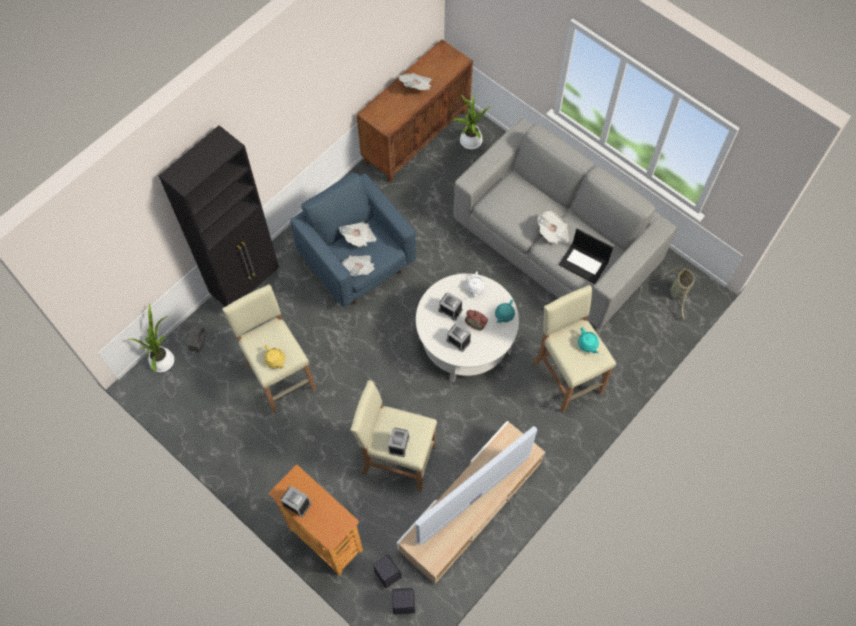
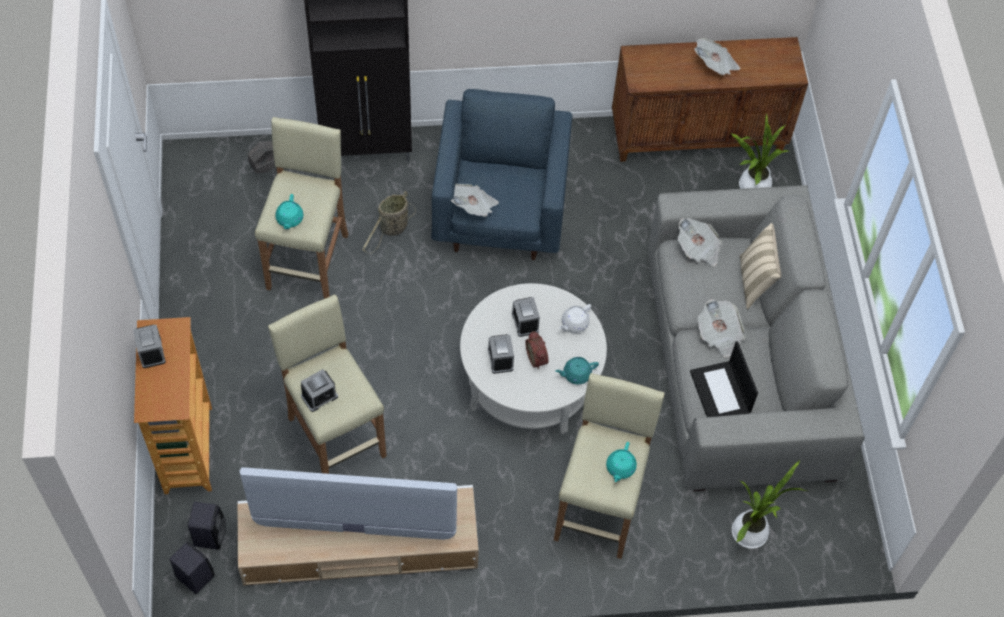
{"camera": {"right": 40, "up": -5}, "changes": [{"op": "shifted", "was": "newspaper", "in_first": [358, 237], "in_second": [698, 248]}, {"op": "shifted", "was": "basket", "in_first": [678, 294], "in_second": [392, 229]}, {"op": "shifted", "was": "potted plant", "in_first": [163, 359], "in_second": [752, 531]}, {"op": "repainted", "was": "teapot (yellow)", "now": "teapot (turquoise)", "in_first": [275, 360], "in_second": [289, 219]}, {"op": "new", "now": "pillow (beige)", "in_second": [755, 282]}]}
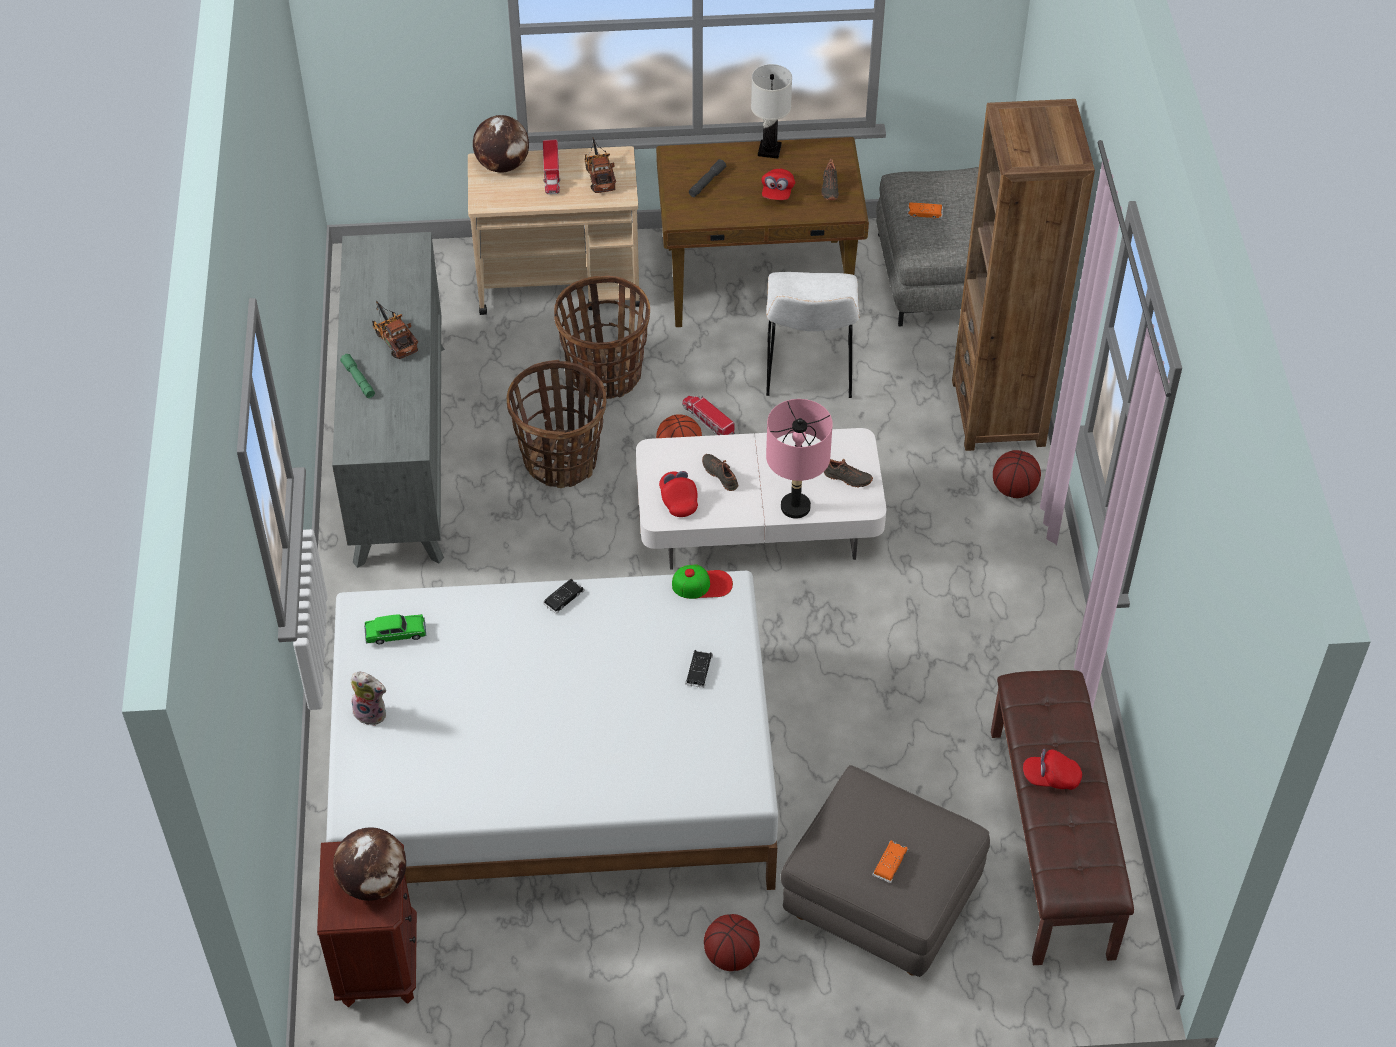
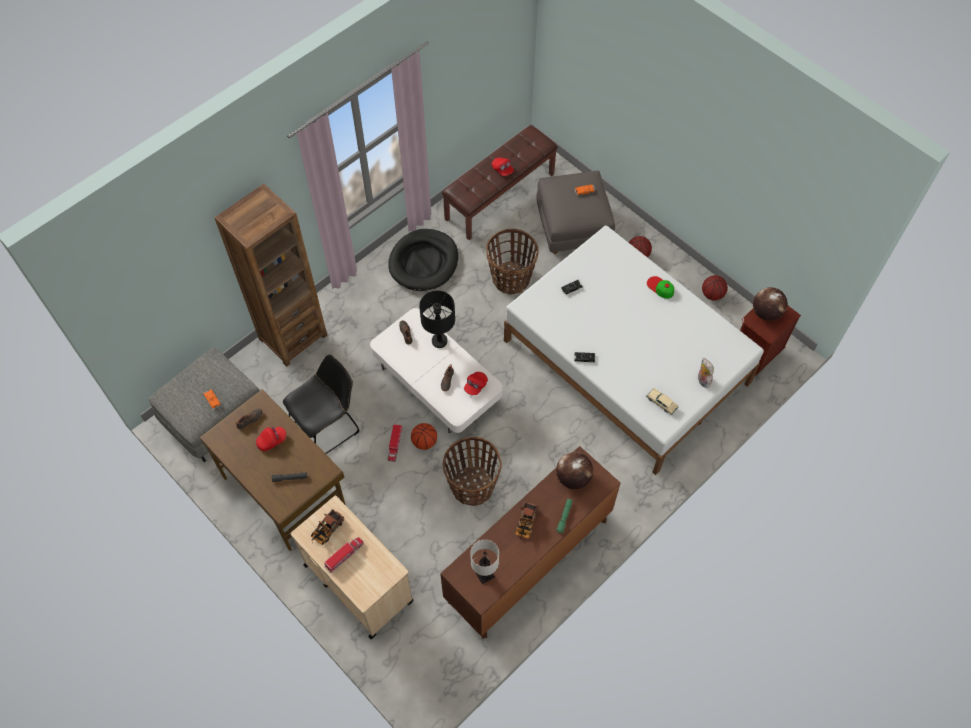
{"camera": {"right": -130, "up": 10}, "changes": [{"op": "shifted", "was": "table lamp (white)", "in_first": [769, 150], "in_second": [484, 574]}, {"op": "shifted", "was": "globe", "in_first": [503, 165], "in_second": [573, 478]}, {"op": "repainted", "was": "dresser (grey)", "now": "dresser (brown)", "in_first": [399, 451], "in_second": [528, 561]}, {"op": "repainted", "was": "chair (white)", "now": "chair (black)", "in_first": [809, 371], "in_second": [328, 426]}, {"op": "shifted", "was": "basket", "in_first": [605, 375], "in_second": [511, 279]}, {"op": "repainted", "was": "table lamp (pink)", "now": "table lamp (black)", "in_first": [795, 506], "in_second": [439, 341]}, {"op": "shifted", "was": "basketball", "in_first": [1013, 489], "in_second": [712, 294]}, {"op": "shifted", "was": "cap", "in_first": [702, 584], "in_second": [660, 287]}, {"op": "repainted", "was": "toy car (green)", "now": "toy car (beige)", "in_first": [396, 634], "in_second": [661, 403]}, {"op": "new", "now": "dog bed (black)", "in_second": [424, 262]}]}
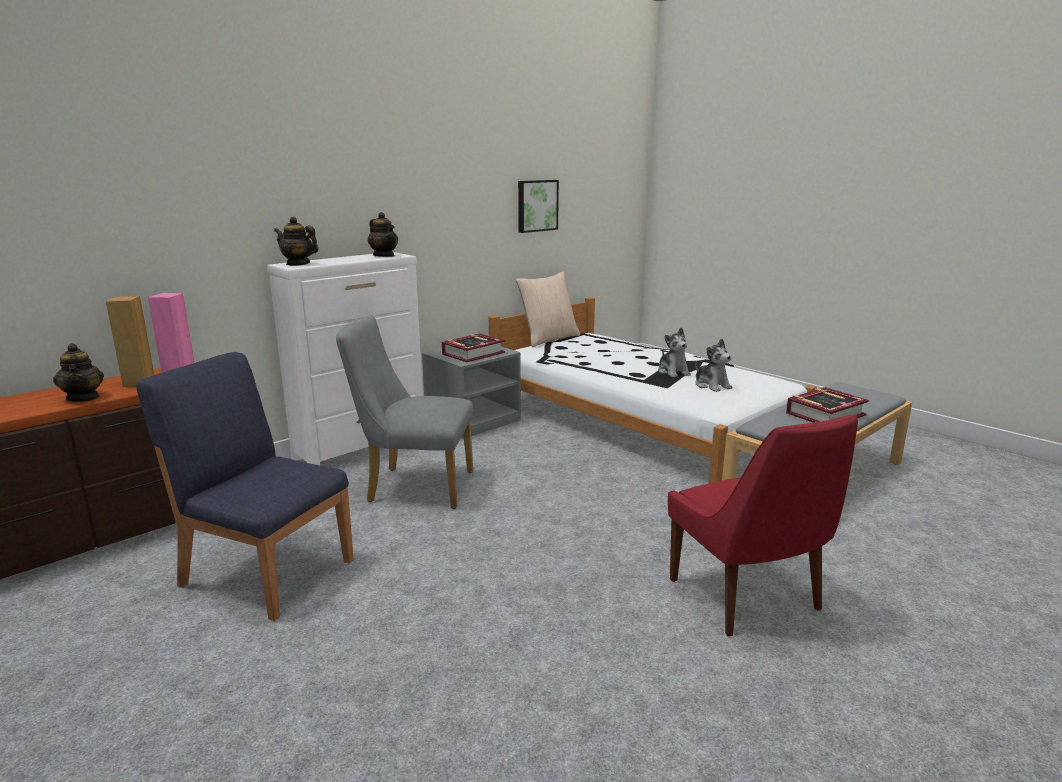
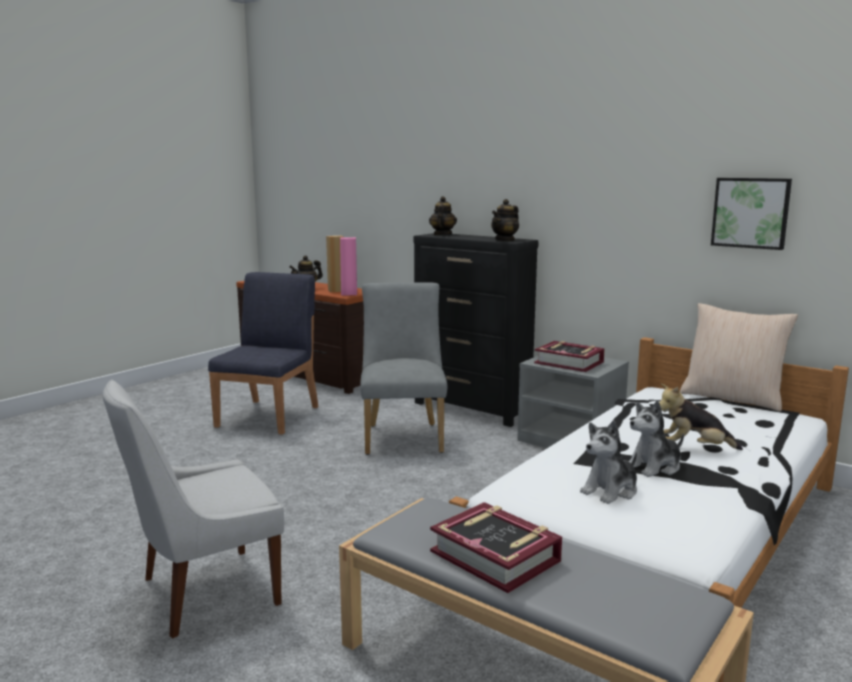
{"camera": {"right": 80, "up": -5}, "changes": [{"op": "repainted", "was": "dresser (white)", "now": "dresser (black)", "in_first": [362, 448], "in_second": [472, 409]}, {"op": "repainted", "was": "chair (red)", "now": "chair (white)", "in_first": [747, 597], "in_second": [204, 593]}, {"op": "new", "now": "plush toy", "in_second": [694, 448]}]}
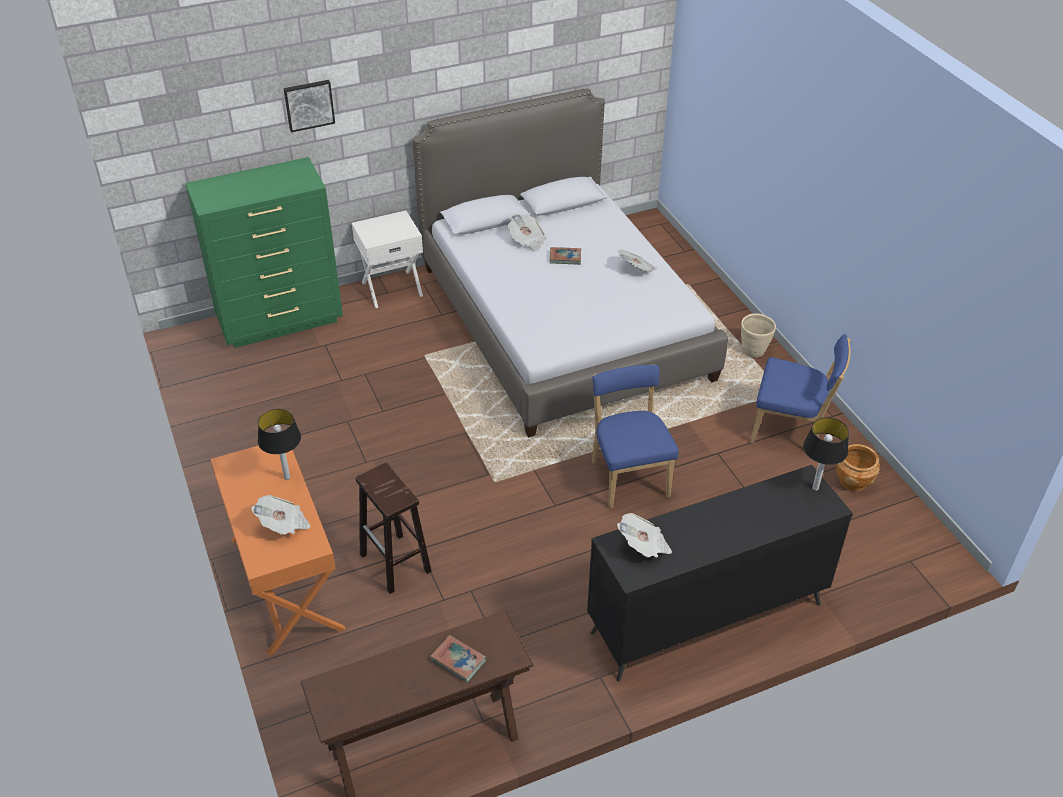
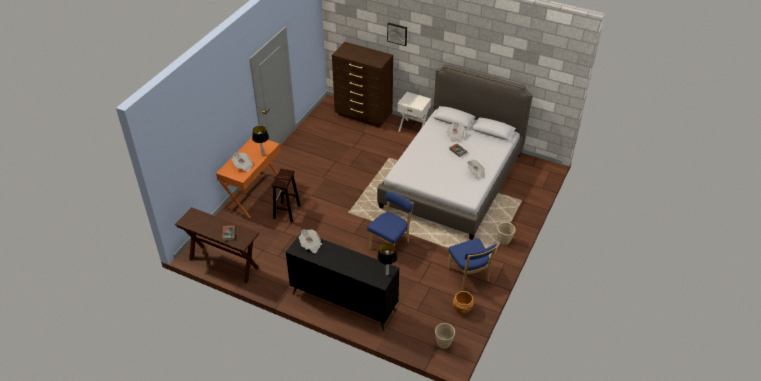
{"camera": {"right": 50, "up": 0}, "changes": [{"op": "repainted", "was": "dresser (green)", "now": "dresser (brown)", "in_first": [281, 321], "in_second": [363, 115]}, {"op": "new", "now": "planter (beige)", "in_second": [443, 344]}]}
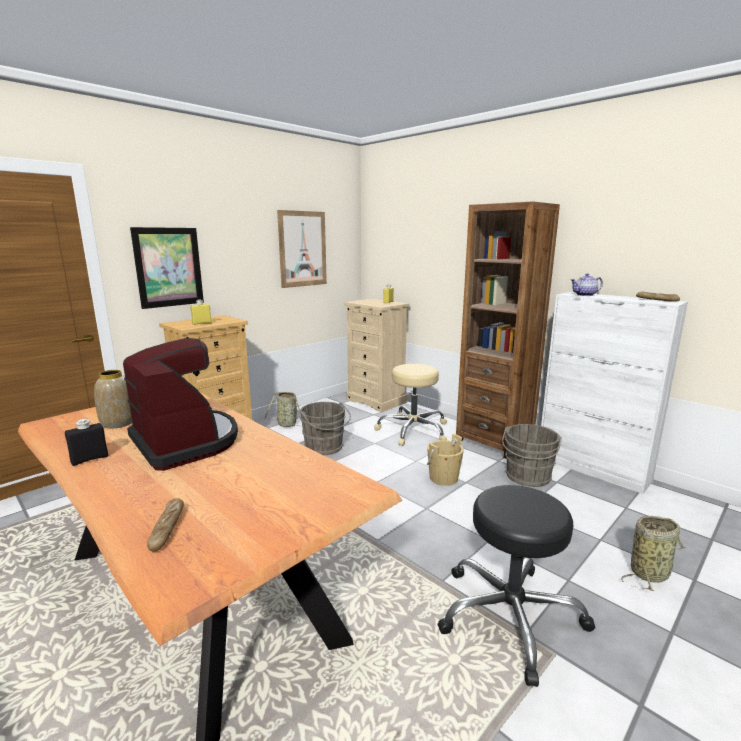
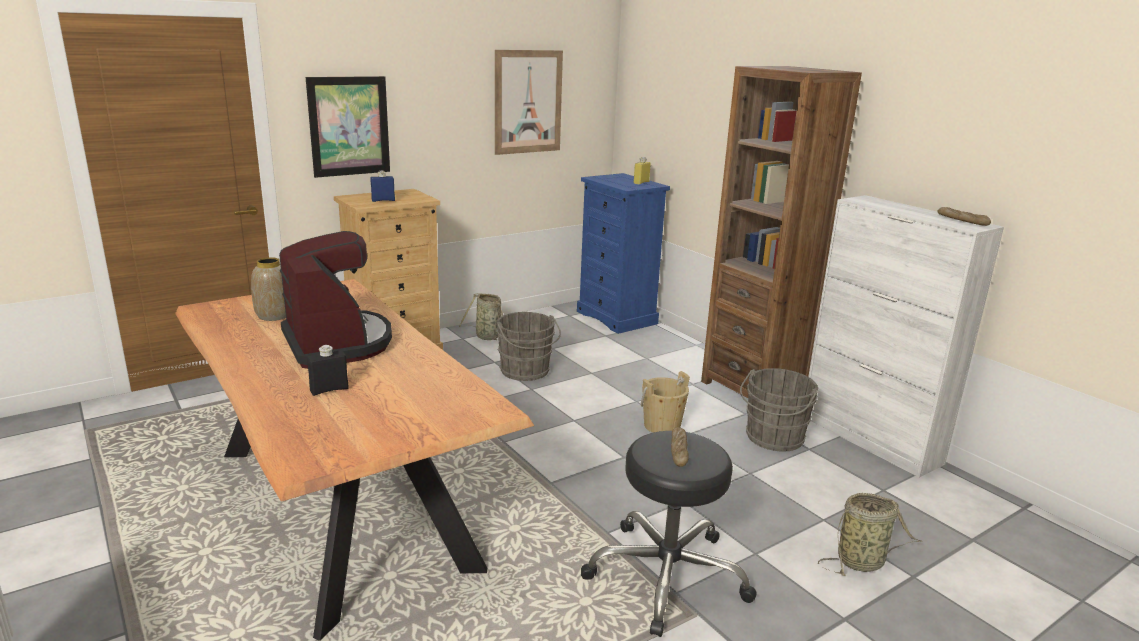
{"camera": {"right": 10, "up": 5}, "changes": [{"op": "gone", "was": "teapot", "in_first": [584, 295]}, {"op": "repainted", "was": "dresser (beige)", "now": "dresser (blue)", "in_first": [376, 401], "in_second": [617, 317]}, {"op": "repainted", "was": "bottle (yellow)", "now": "bottle (blue)", "in_first": [202, 323], "in_second": [383, 200]}, {"op": "gone", "was": "stool (beige)", "in_first": [413, 430]}, {"op": "shifted", "was": "bottle (black)", "in_first": [89, 459], "in_second": [329, 390]}, {"op": "shifted", "was": "bread", "in_first": [167, 528], "in_second": [679, 451]}]}
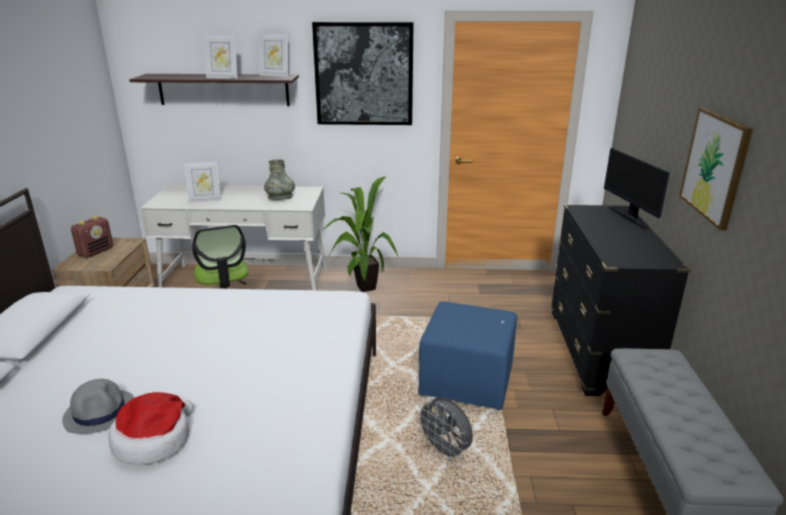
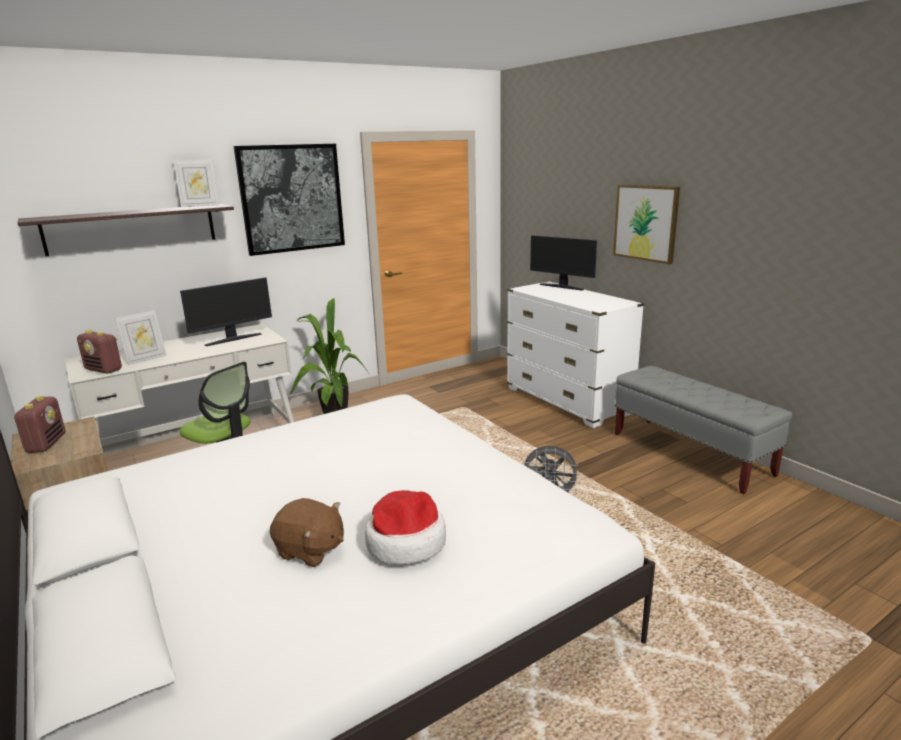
{"camera": {"right": -35, "up": -5}, "changes": [{"op": "gone", "was": "picture frame", "in_first": [223, 78]}, {"op": "swapped", "was": "vase (grey)", "now": "monitor", "in_first": [280, 197], "in_second": [233, 339]}, {"op": "repainted", "was": "dresser (black)", "now": "dresser (white)", "in_first": [598, 351], "in_second": [567, 401]}, {"op": "gone", "was": "ottoman (blue)", "in_first": [468, 382]}, {"op": "swapped", "was": "hat (grey)", "now": "plush toy (brown)", "in_first": [100, 412], "in_second": [310, 550]}, {"op": "new", "now": "radio", "in_second": [104, 370]}]}
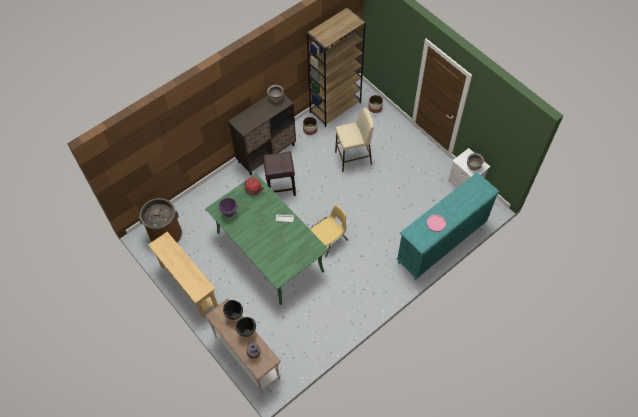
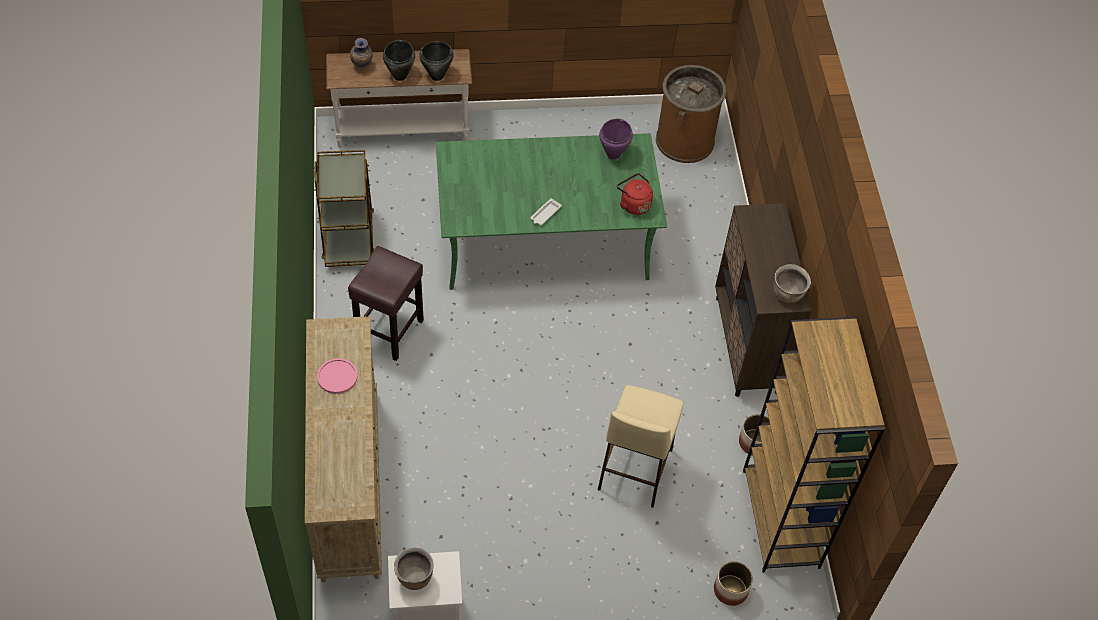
{"camera": {"right": 120, "up": -5}, "changes": [{"op": "shifted", "was": "stool (brown)", "in_first": [280, 188], "in_second": [390, 330]}, {"op": "repainted", "was": "dresser (turquoise)", "now": "dresser (beige)", "in_first": [441, 243], "in_second": [349, 484]}, {"op": "gone", "was": "chair (yellow)", "in_first": [329, 239]}, {"op": "gone", "was": "console table (beige)", "in_first": [189, 286]}, {"op": "new", "now": "cart (brown)", "in_second": [348, 237]}]}
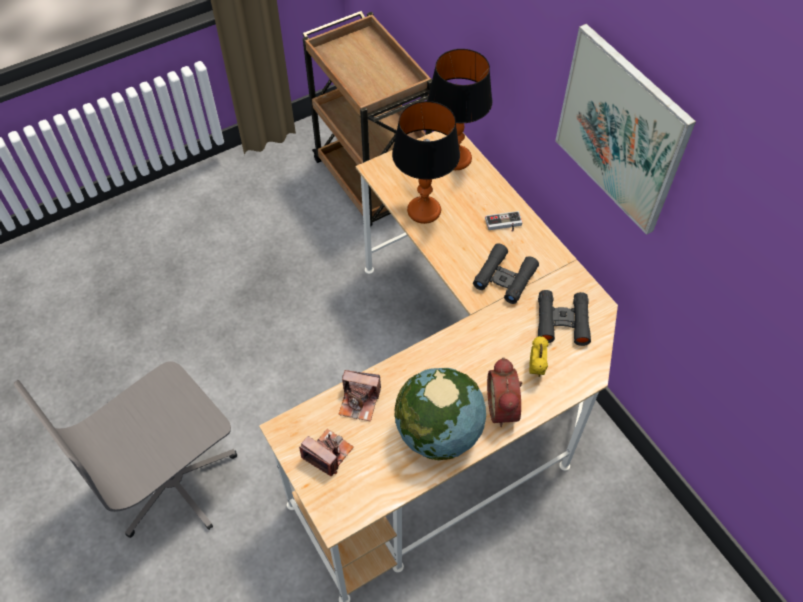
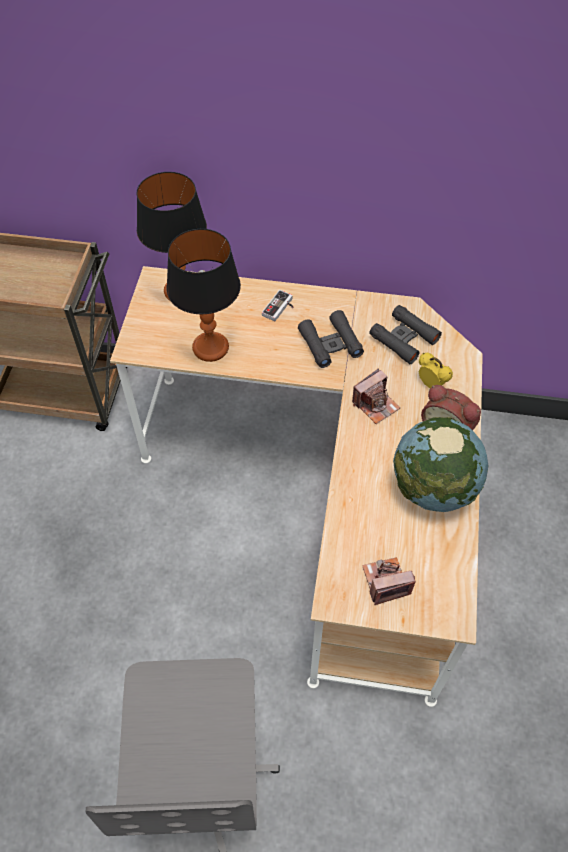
{"camera": {"right": -50, "up": 0}, "changes": [{"op": "gone", "was": "picture", "in_first": [620, 130]}, {"op": "shifted", "was": "photo camera", "in_first": [359, 401], "in_second": [375, 404]}]}
